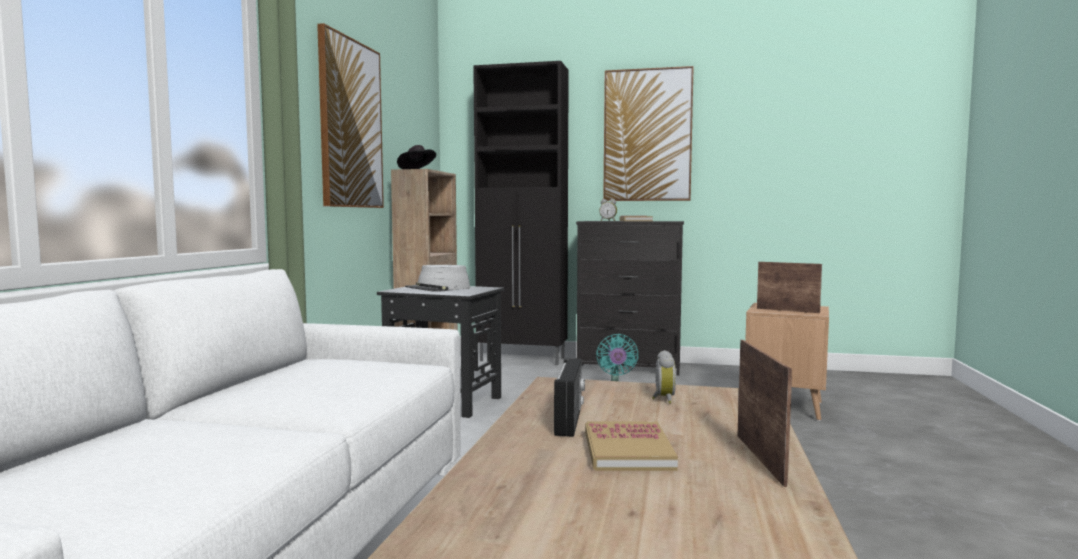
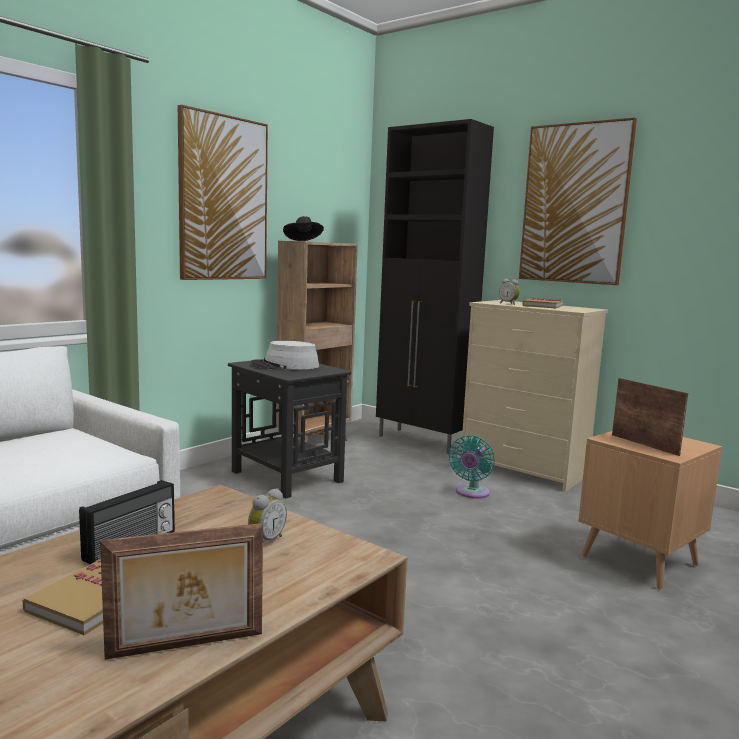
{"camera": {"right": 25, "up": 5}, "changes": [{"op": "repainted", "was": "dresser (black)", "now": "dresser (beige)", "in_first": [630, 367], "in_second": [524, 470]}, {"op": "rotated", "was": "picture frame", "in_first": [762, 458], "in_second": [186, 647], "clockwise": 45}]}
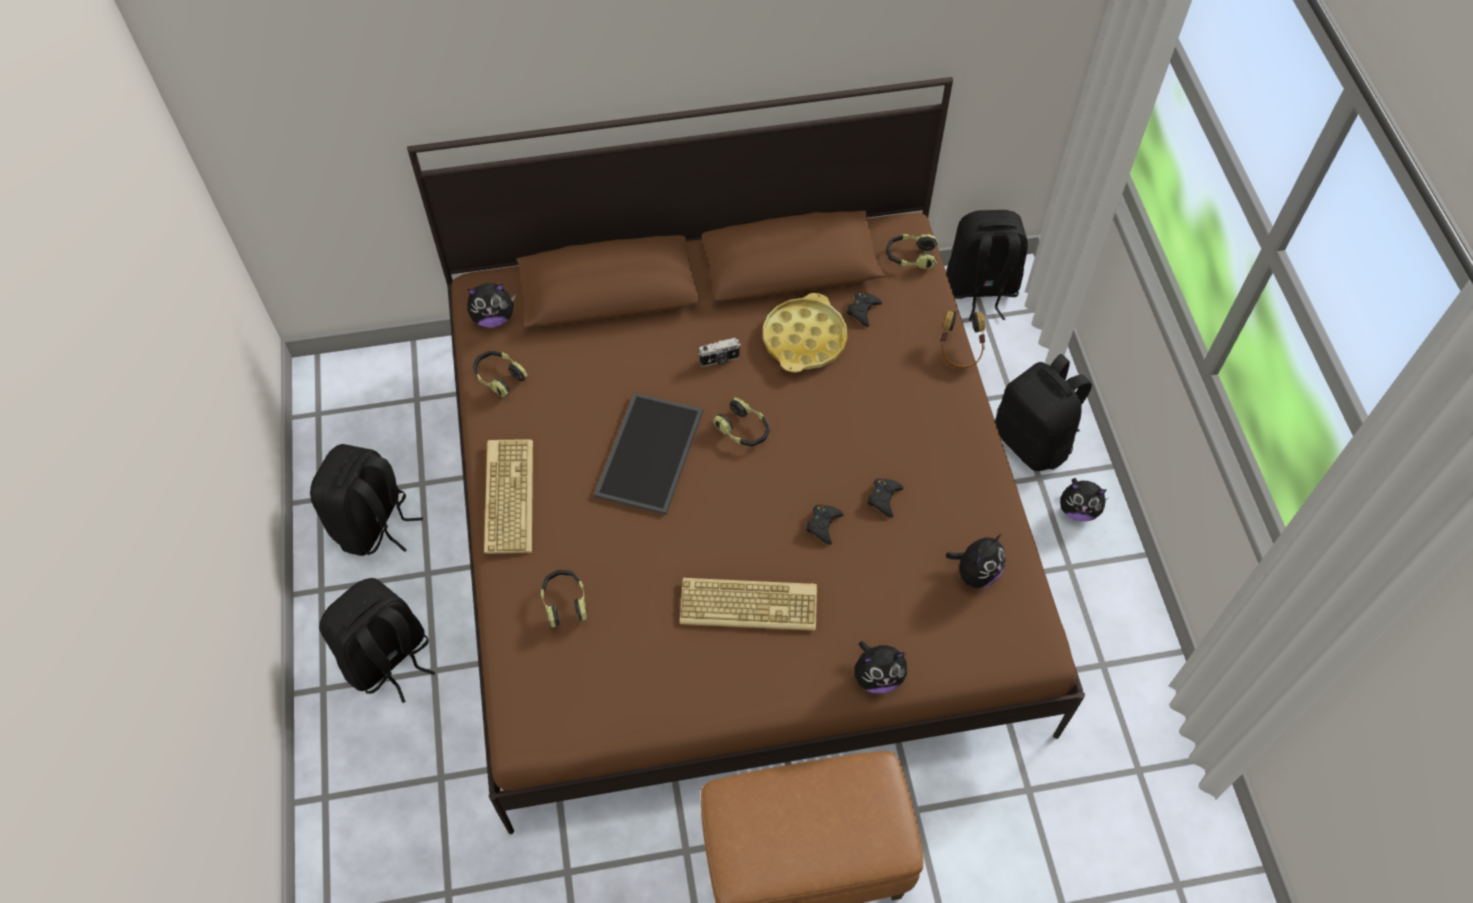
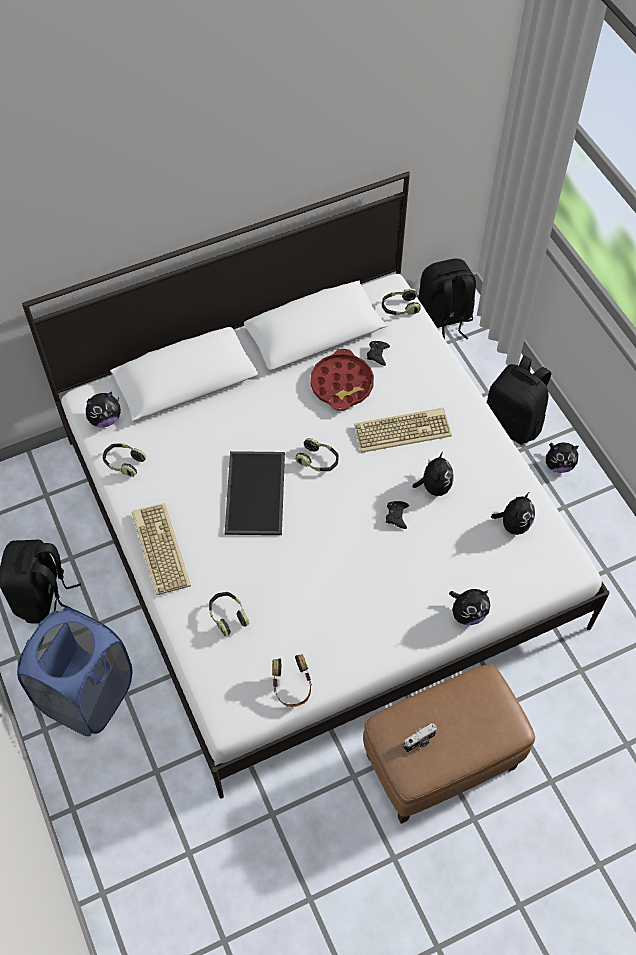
{"camera": {"right": -15, "up": 0}, "changes": [{"op": "repainted", "was": "bed (brown)", "now": "bed (white)", "in_first": [737, 521], "in_second": [318, 530]}, {"op": "repainted", "was": "tray (yellow)", "now": "tray (red)", "in_first": [804, 339], "in_second": [342, 384]}, {"op": "shifted", "was": "headphones", "in_first": [960, 351], "in_second": [292, 688]}, {"op": "shifted", "was": "photo camera", "in_first": [720, 360], "in_second": [420, 742]}, {"op": "swapped", "was": "game controller (black)", "now": "plush toy", "in_first": [884, 498], "in_second": [434, 487]}, {"op": "swapped", "was": "backpack (black)", "now": "laundry basket (blue)", "in_first": [387, 659], "in_second": [87, 695]}, {"op": "shifted", "was": "keyboard", "in_first": [750, 603], "in_second": [403, 429]}]}
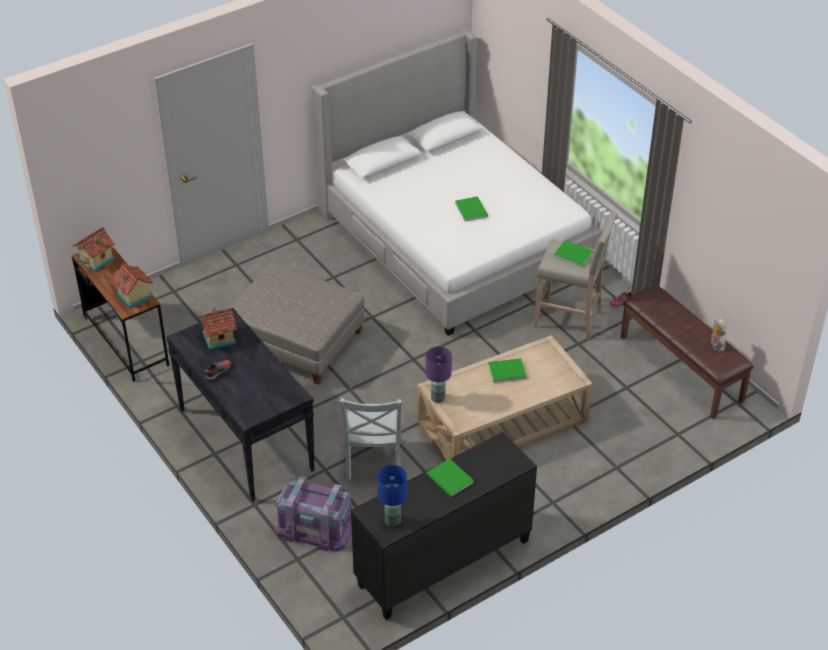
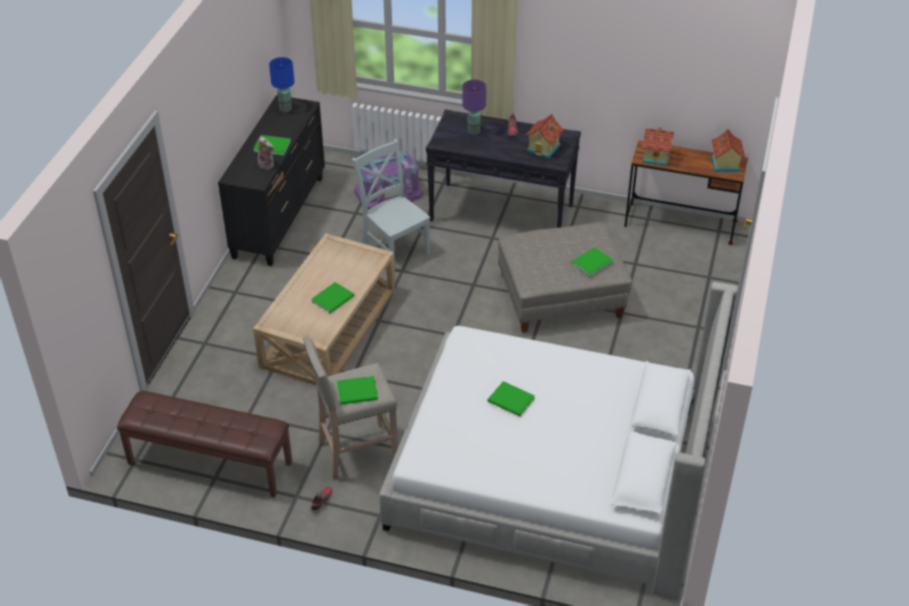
{"camera": {"right": 140, "up": 0}, "changes": [{"op": "shifted", "was": "plush toy", "in_first": [716, 345], "in_second": [267, 164]}, {"op": "shifted", "was": "table lamp (purple)", "in_first": [438, 398], "in_second": [473, 131]}, {"op": "new", "now": "book (green)", "in_second": [590, 262]}]}
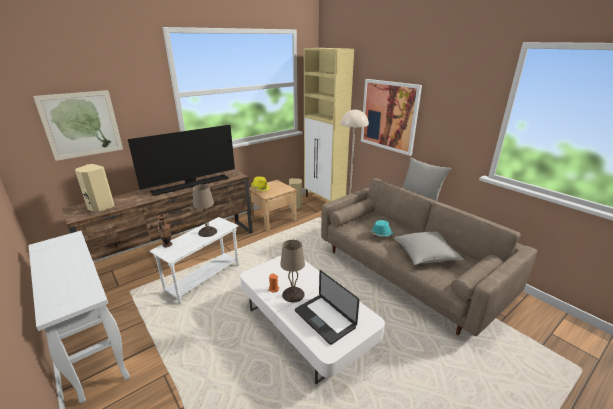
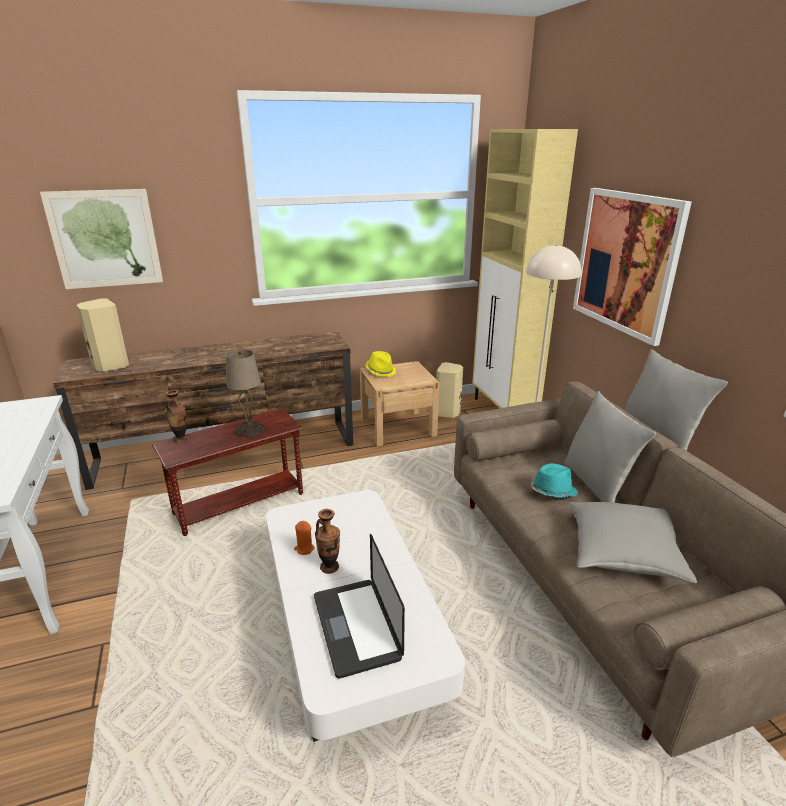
{"camera": {"right": 20, "up": 0}, "changes": [{"op": "gone", "was": "television", "in_first": [191, 184]}, {"op": "repainted", "was": "side table (white)", "now": "side table (brown)", "in_first": [203, 278], "in_second": [239, 504]}, {"op": "swapped", "was": "table lamp (beige)", "now": "vase", "in_first": [293, 295], "in_second": [329, 567]}, {"op": "new", "now": "pillow (grey)", "in_second": [597, 485]}]}
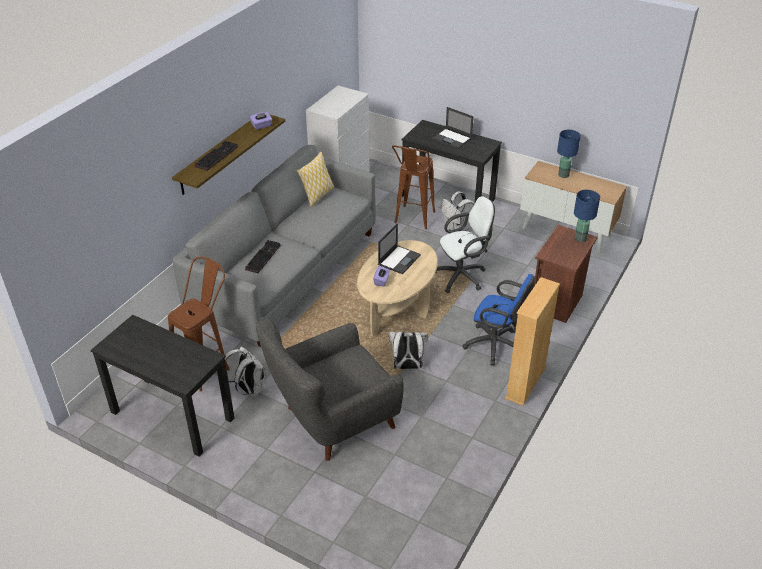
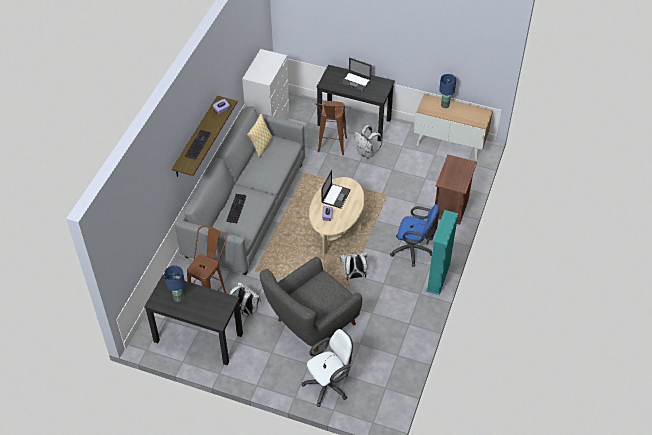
{"camera": {"right": -10, "up": 10}, "changes": [{"op": "shifted", "was": "table lamp (blue)", "in_first": [580, 239], "in_second": [178, 298]}, {"op": "shifted", "was": "office chair (white)", "in_first": [462, 276], "in_second": [329, 385]}, {"op": "repainted", "was": "bookcase (beige)", "now": "bookcase (turquoise)", "in_first": [525, 383], "in_second": [438, 277]}]}
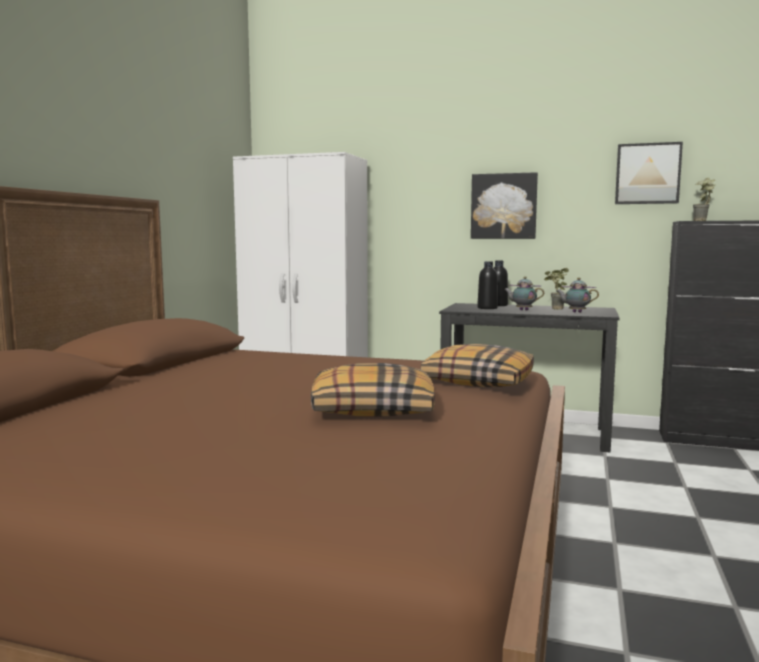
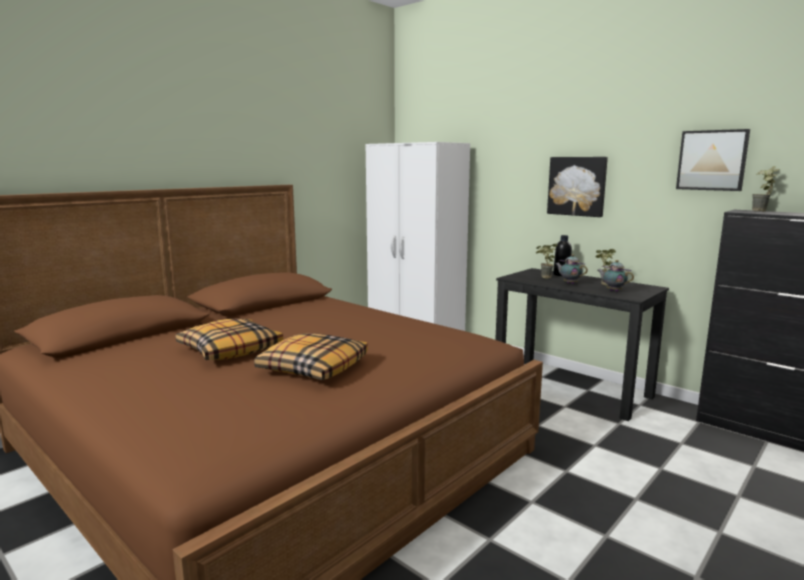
{"camera": {"right": 25, "up": 5}, "changes": [{"op": "swapped", "was": "bottle (black)", "now": "potted plant", "in_first": [487, 308], "in_second": [544, 278]}, {"op": "shifted", "was": "pillow", "in_first": [477, 381], "in_second": [230, 350]}]}
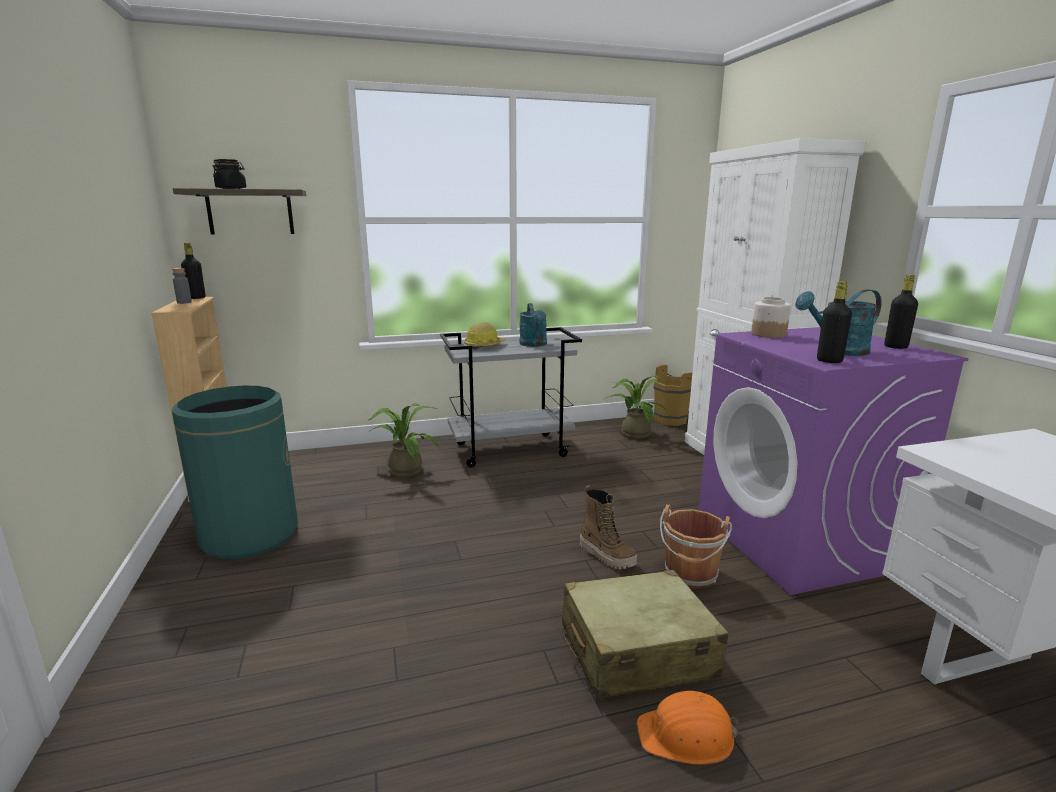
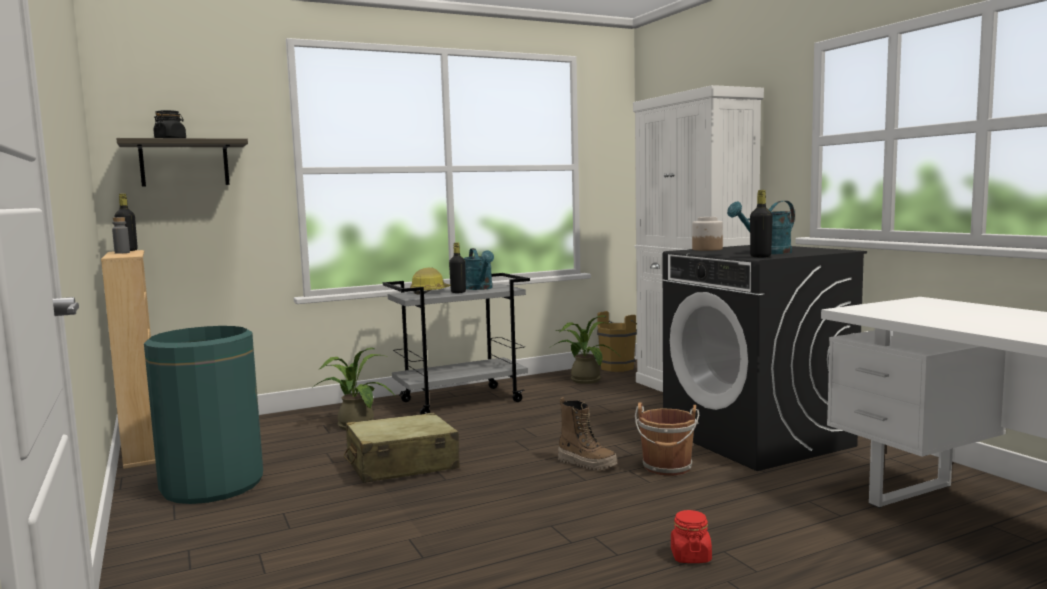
{"camera": {"right": -10, "up": -10}, "changes": [{"op": "shifted", "was": "bottle (black)", "in_first": [895, 347], "in_second": [458, 292]}, {"op": "repainted", "was": "washing machine (purple)", "now": "washing machine (black)", "in_first": [798, 540], "in_second": [757, 438]}, {"op": "shifted", "was": "suitcase (beige)", "in_first": [636, 651], "in_second": [401, 465]}, {"op": "swapped", "was": "hard hat (orange)", "now": "jar (red)", "in_first": [687, 736], "in_second": [690, 556]}]}
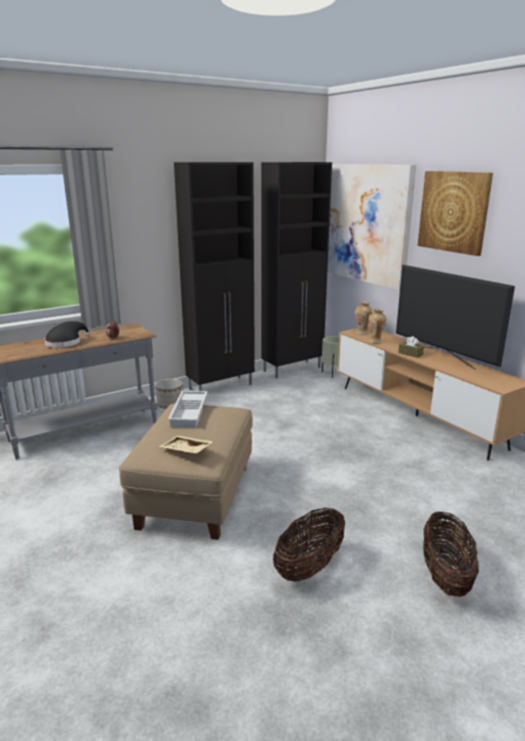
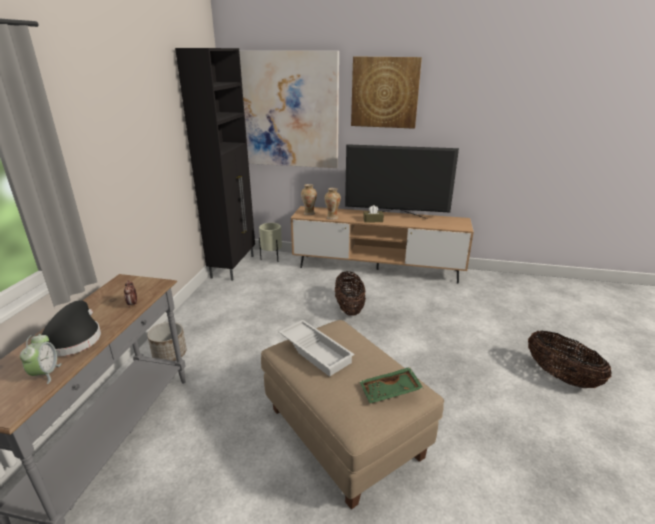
{"camera": {"right": -45, "up": 5}, "changes": [{"op": "gone", "was": "cabinet (black)", "in_first": [221, 386]}, {"op": "repainted", "was": "tray (beige)", "now": "tray (green)", "in_first": [186, 451], "in_second": [390, 392]}, {"op": "shifted", "was": "basket", "in_first": [309, 567], "in_second": [349, 308]}, {"op": "new", "now": "alarm clock", "in_second": [46, 374]}]}
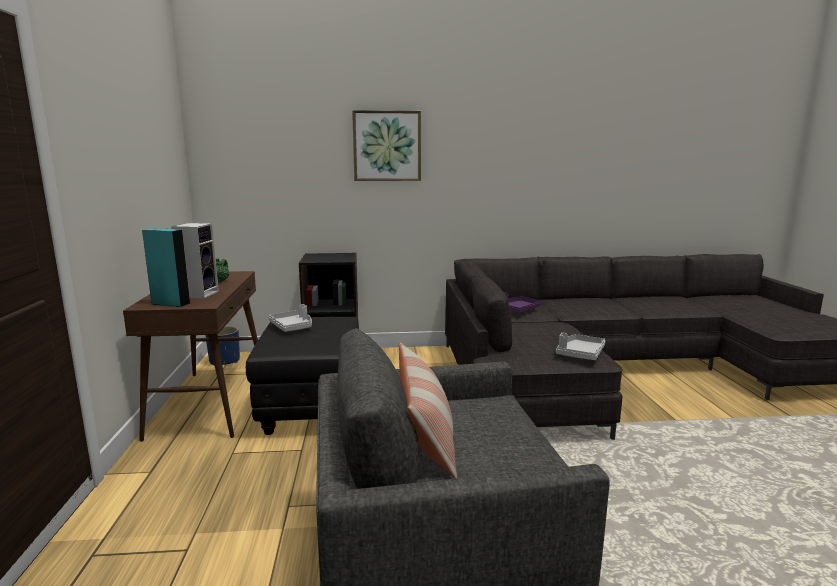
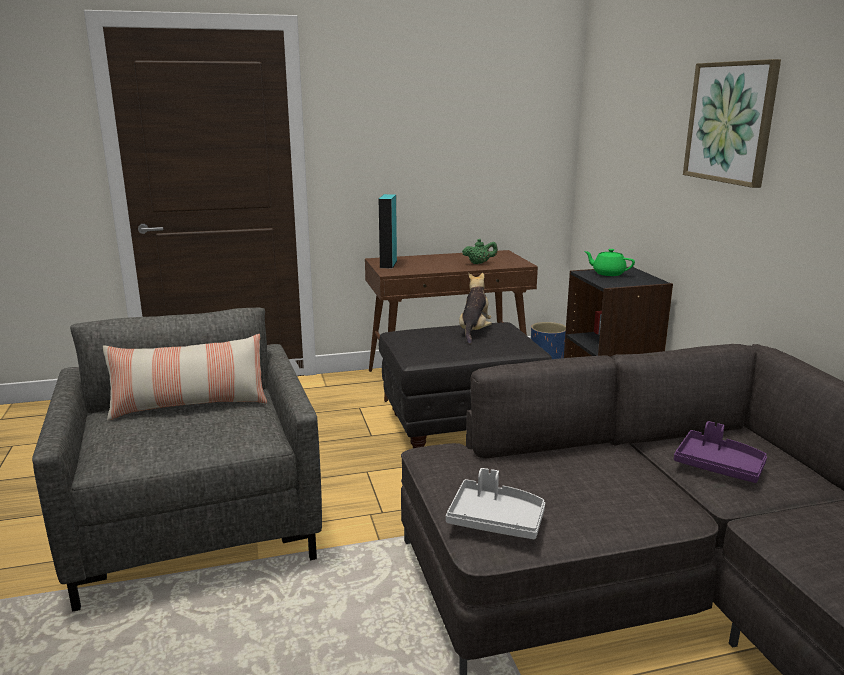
{"camera": {"right": 80, "up": 5}, "changes": [{"op": "gone", "was": "speaker", "in_first": [199, 294]}, {"op": "swapped", "was": "tray (grey)", "now": "plush toy", "in_first": [293, 327], "in_second": [474, 331]}, {"op": "new", "now": "teapot (green)", "in_second": [608, 273]}]}
